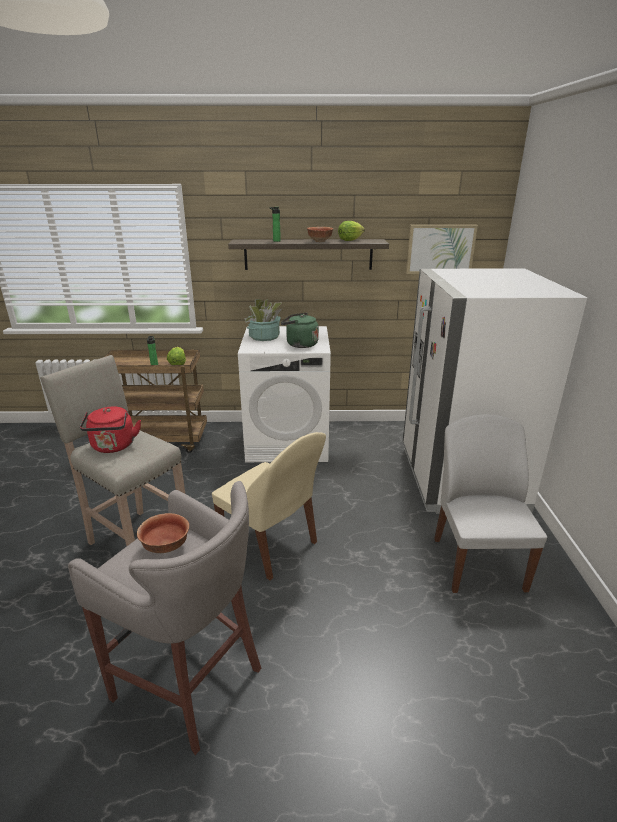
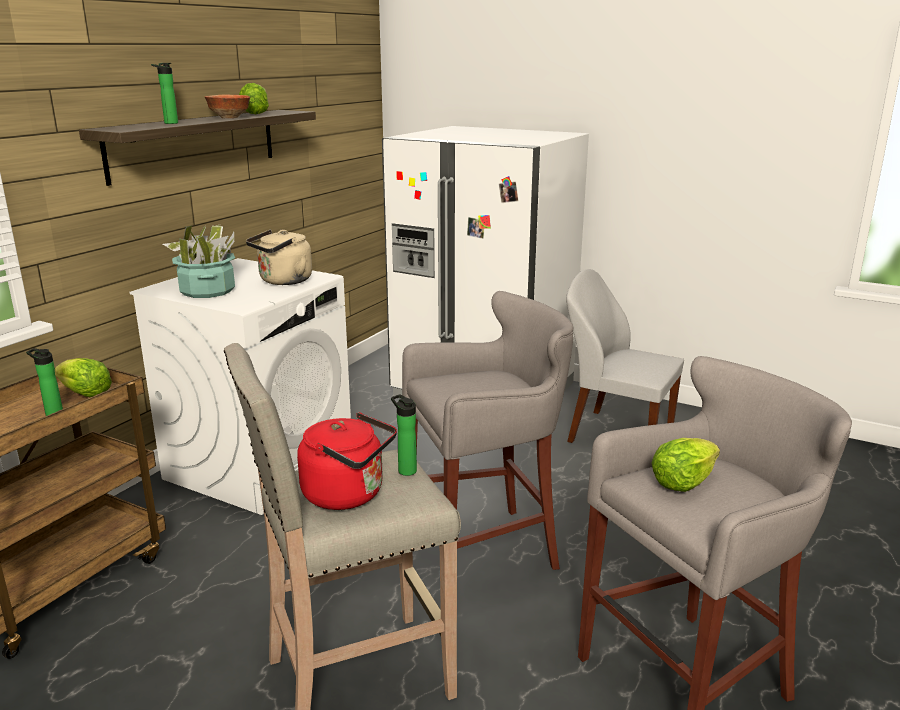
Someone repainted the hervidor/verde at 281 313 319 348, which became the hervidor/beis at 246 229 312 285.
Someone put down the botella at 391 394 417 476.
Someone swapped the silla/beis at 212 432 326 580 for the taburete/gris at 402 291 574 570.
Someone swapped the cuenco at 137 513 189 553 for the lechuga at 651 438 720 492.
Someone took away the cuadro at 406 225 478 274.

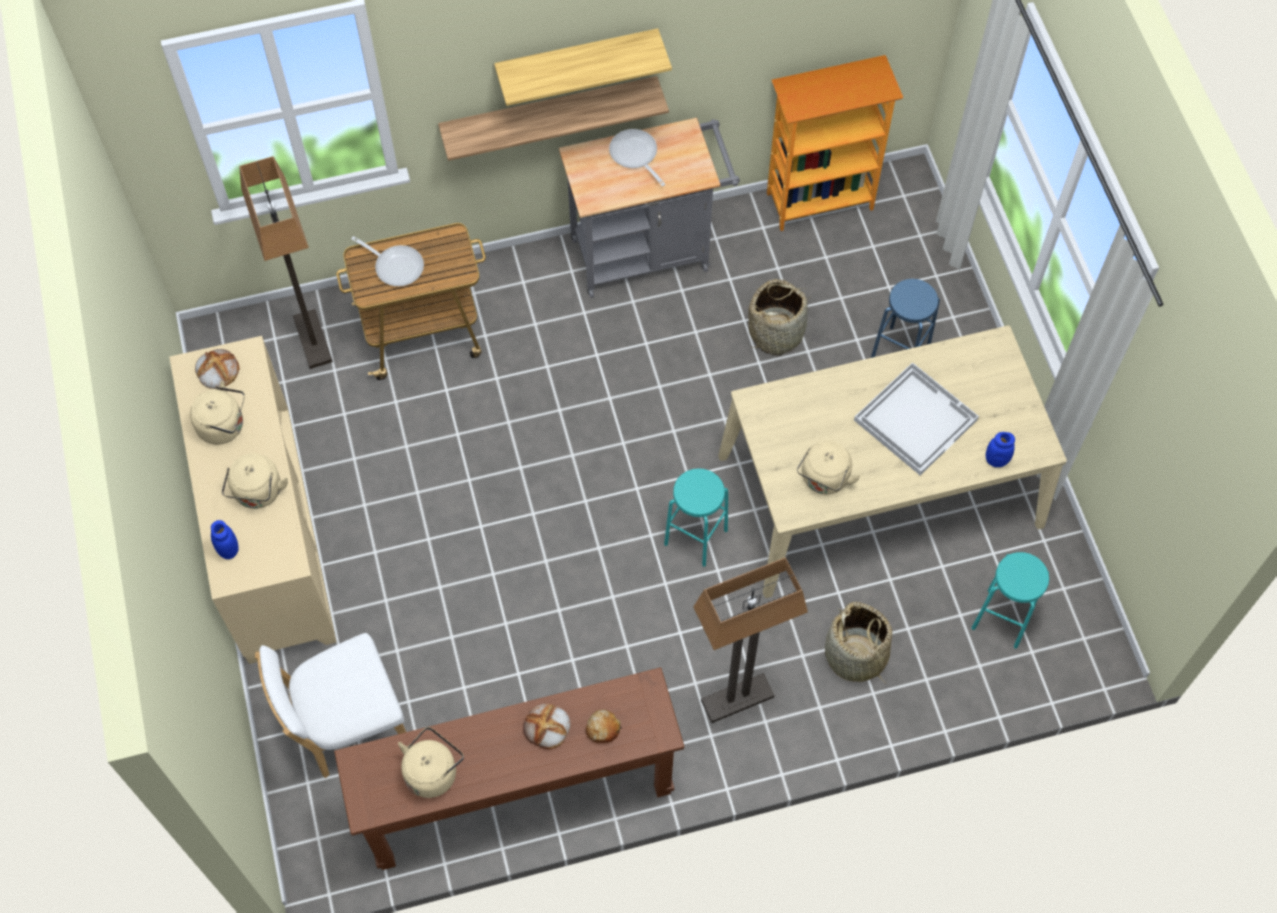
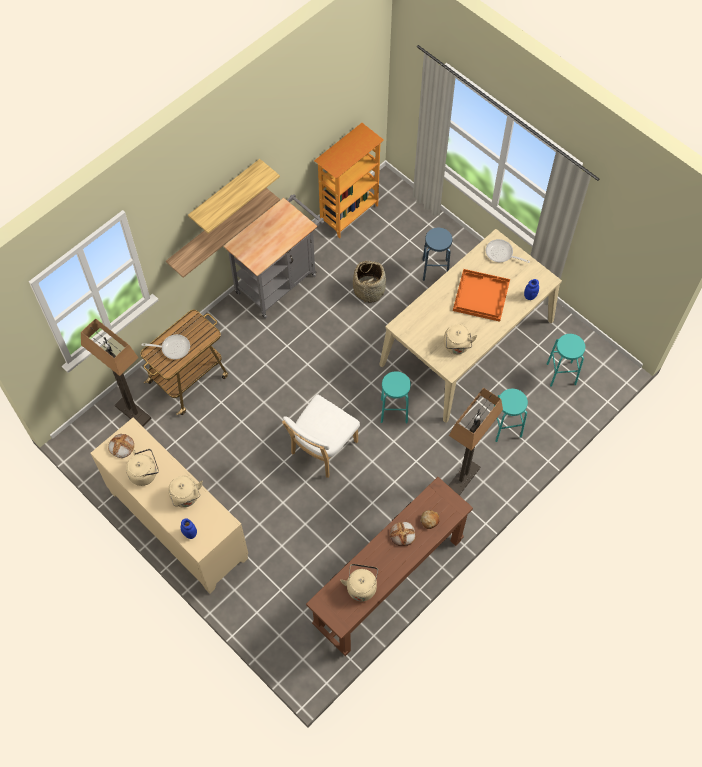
Someone carried the silla/blanco from 255 633 406 778 to 282 395 360 478.
Someone repainted the bandeja/blanco at 854 362 979 475, which became the bandeja/naranja at 453 269 510 322.
Someone carried the sartén from 609 129 665 186 to 486 239 530 263.
Someone swapped the cesta at 825 602 892 684 for the taburete/turquesa at 493 389 528 442.

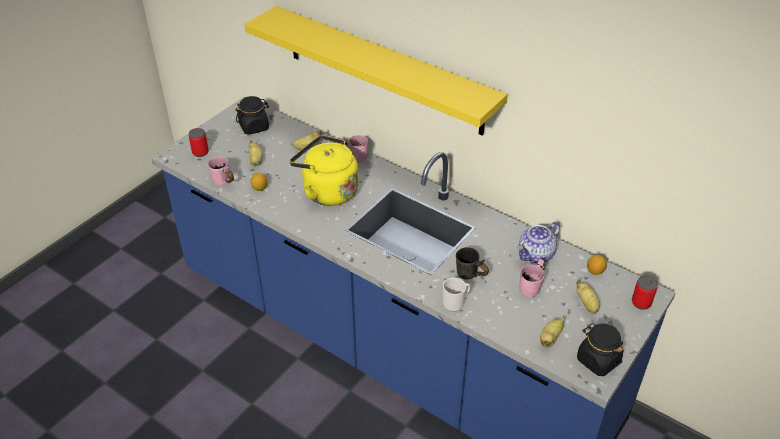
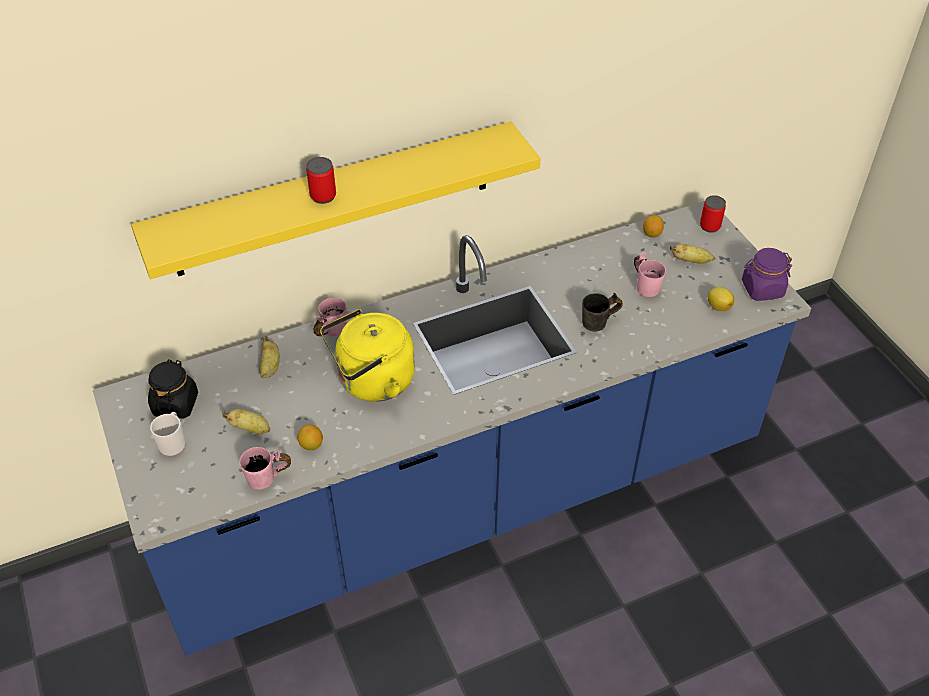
Someone carried the taza grande from 443 278 470 312 to 150 412 185 456.
Someone carried the lata from 189 128 209 157 to 306 157 336 204.
Someone swapped the plátano at 540 318 565 348 for the limón at 708 287 734 311.
Someone repainted the tarro/negro at 577 323 624 376, which became the tarro/morado at 742 248 792 301.
Someone took away the tetera at 517 222 560 263.

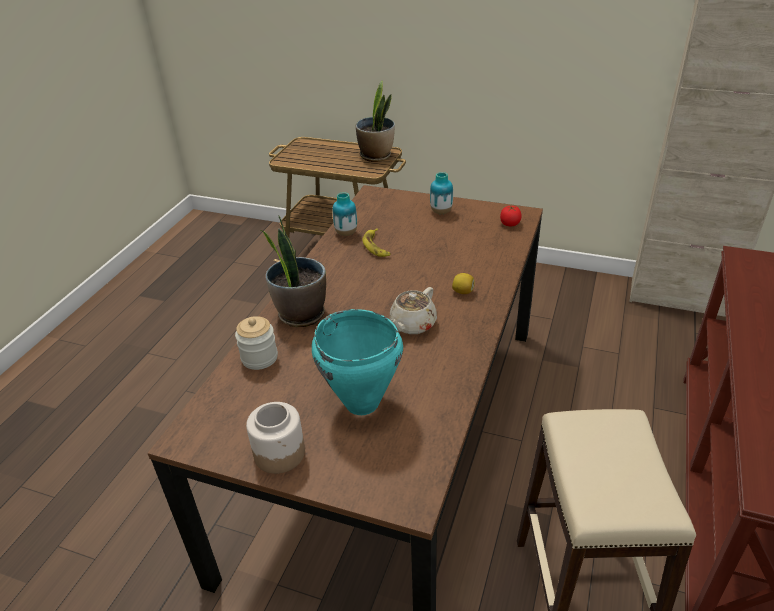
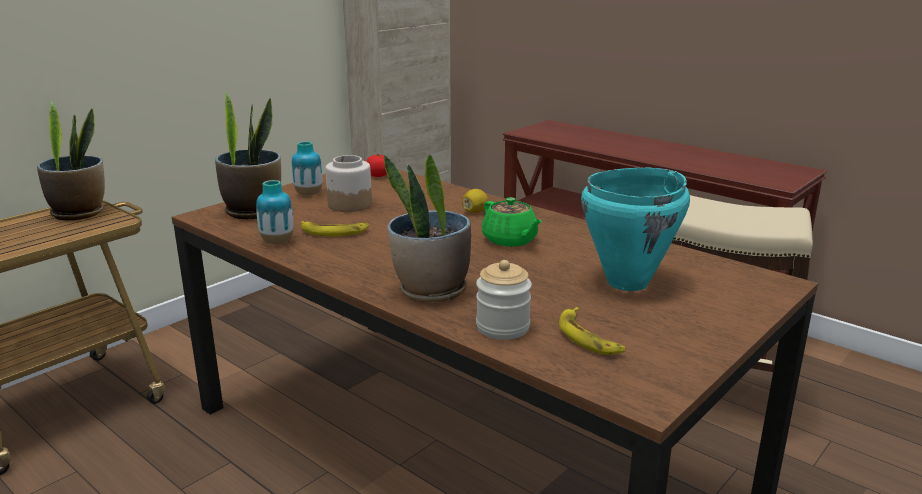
Someone put down the planta en maceta at 215 90 281 219.
Someone carried the tarro from 246 402 305 474 to 325 155 372 212.
Someone repainted the tetera/beis at 390 287 437 334, which became the tetera/verde at 482 197 542 247.
Someone put down the plátano at 559 307 625 355.

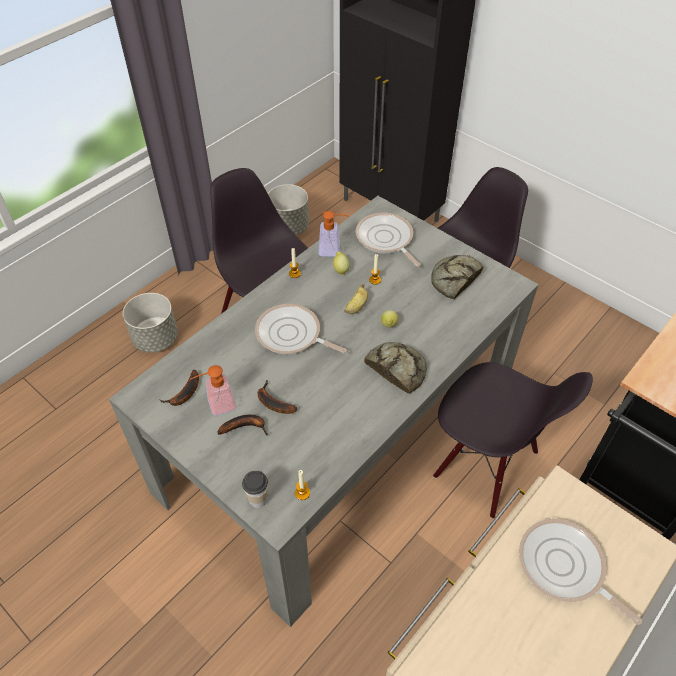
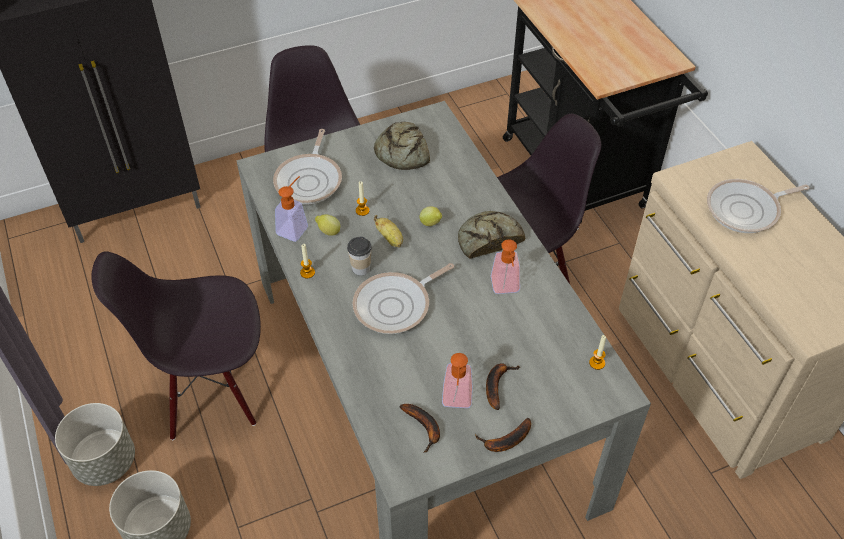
Someone carried the maceta/gris from 268 184 309 235 to 55 403 135 486.
Someone rotated the sartén at 356 213 421 267 by 75 degrees counterclockwise.
Someone carried the taza from 242 470 268 508 to 347 236 372 276.
Someone carried the plátano from 258 380 297 414 to 475 418 531 452.
Someone put down the dispensador de jabón at 491 239 520 294.

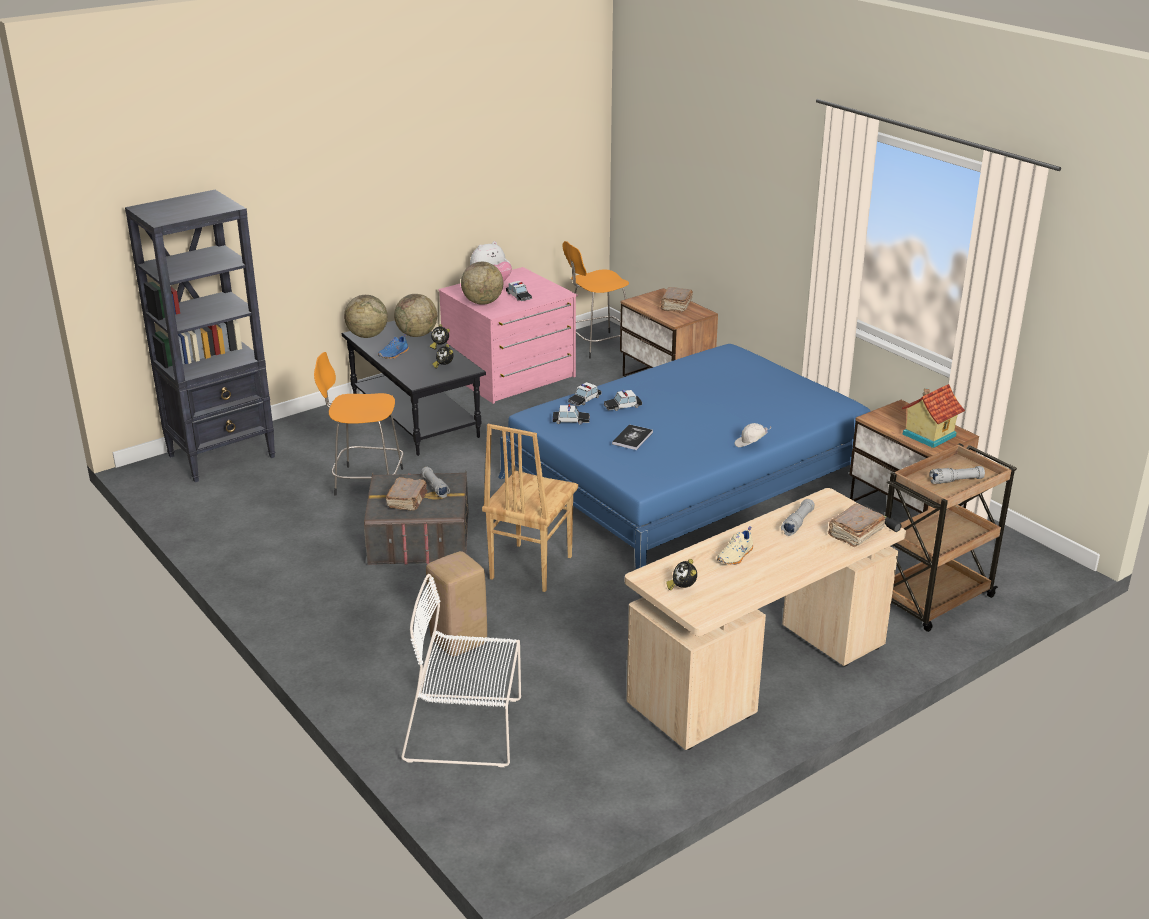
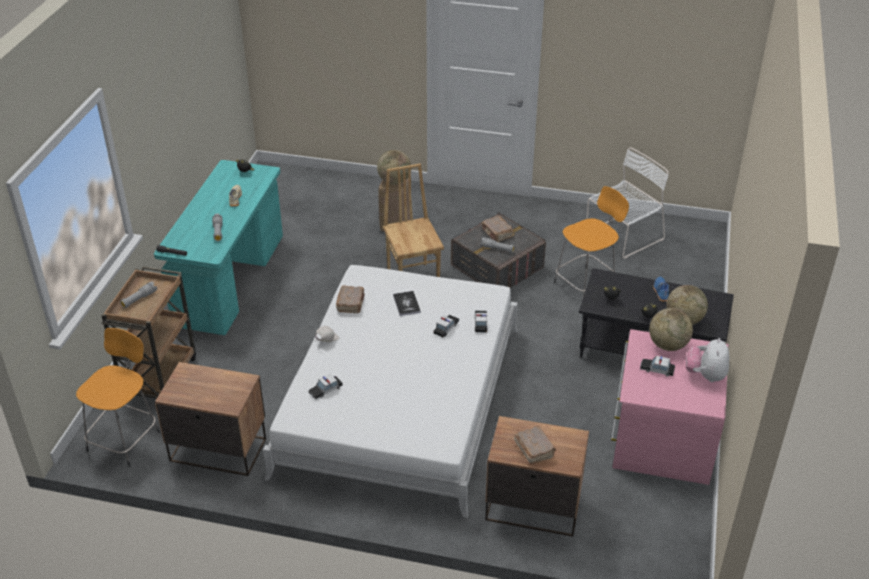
Someone carried the taburete/naranja from 562 241 629 359 to 76 328 160 467.
Someone repainted the escritorio/beis at 625 488 906 750, which became the escritorio/turquesa at 154 160 283 335.
Someone repainted the cama/azul at 498 344 870 569, which became the cama/blanco at 263 265 518 518.
Someone carried the coche de juguete from 553 404 590 425 to 309 374 343 400.
Someone carried the libro/marrón from 828 504 885 547 to 336 286 365 313.
Someone carried the globo terráqueo from 344 295 388 338 to 377 150 411 185.
Someone carried the silla/blanco from 401 574 521 767 to 586 147 669 259.
Someone took away the estantería/negro at 125 190 275 482.
Someone took away the casita at 902 384 965 448.

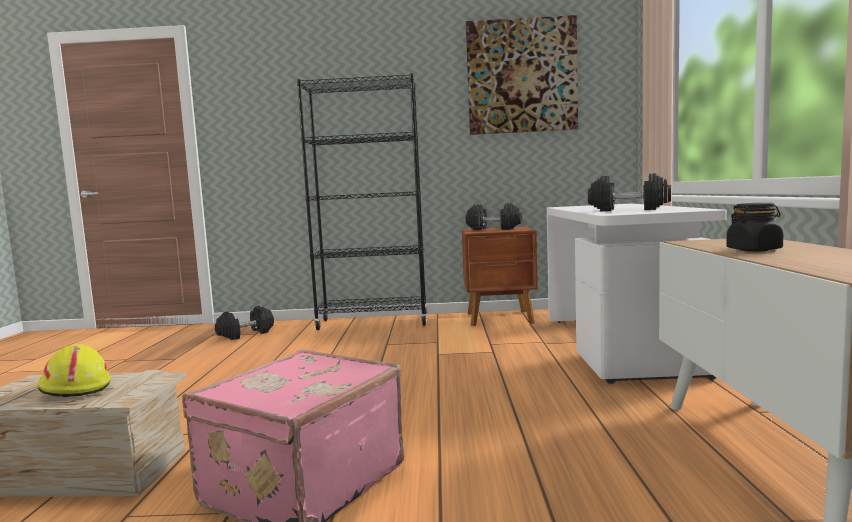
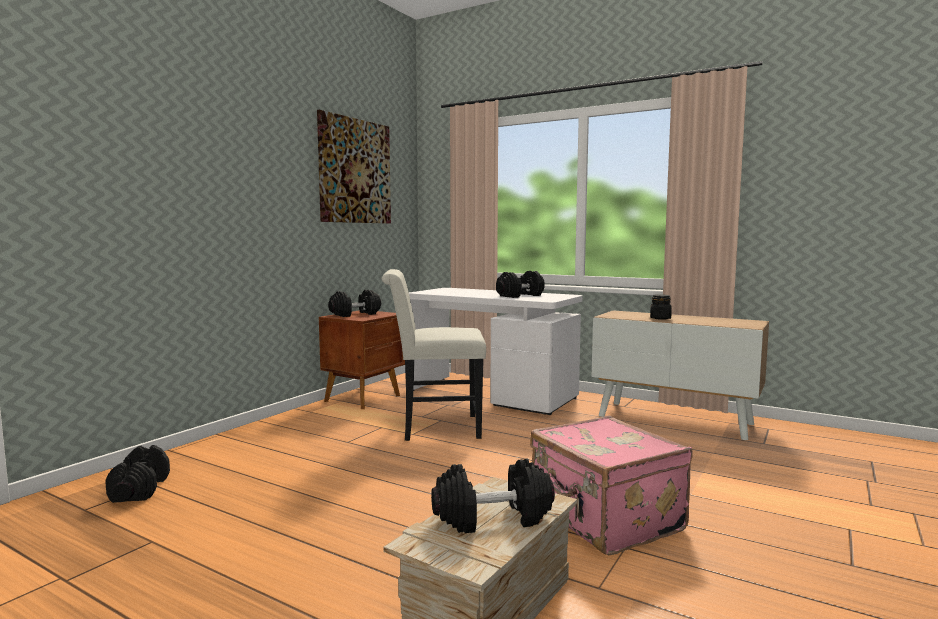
Someone put down the silla/blanco at 382 269 486 441.
Someone swapped the casco/amarillo at 37 344 111 397 for the mancuerna/negro at 431 459 555 533.
Someone took away the estantería/negro at 297 73 427 330.

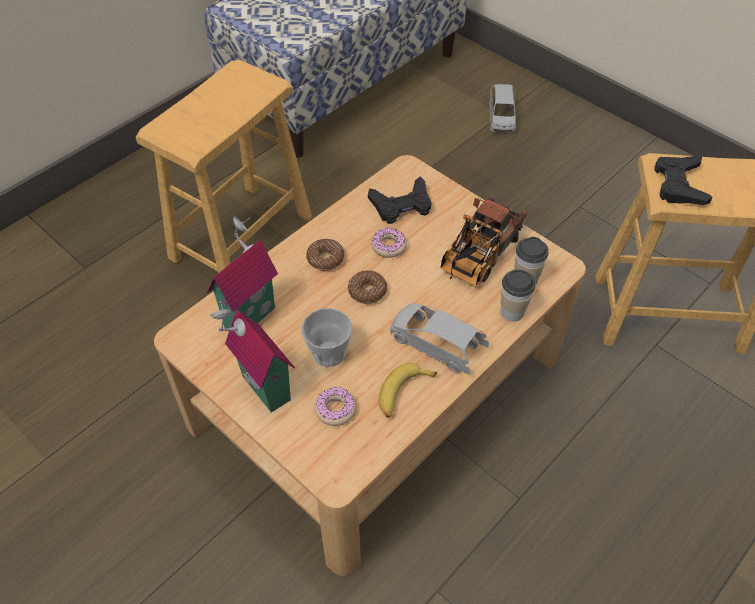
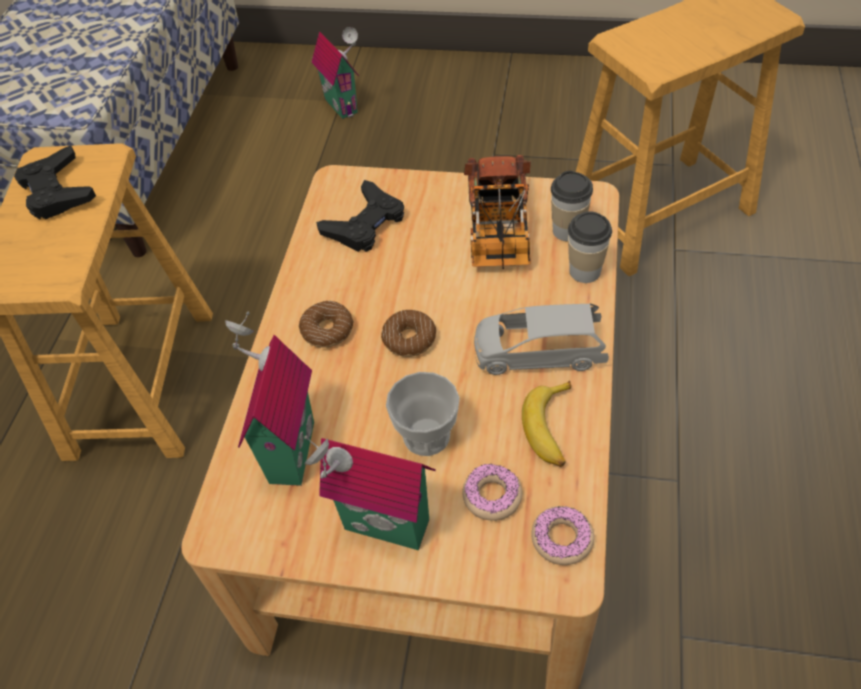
Someone carried the mando de consola/negro from 654 156 713 205 to 14 146 96 219.
Someone swapped the coche de juguete/gris at 489 84 516 133 for the casita at 311 27 359 119.
Someone carried the rosquilla from 371 227 407 258 to 531 506 594 565.

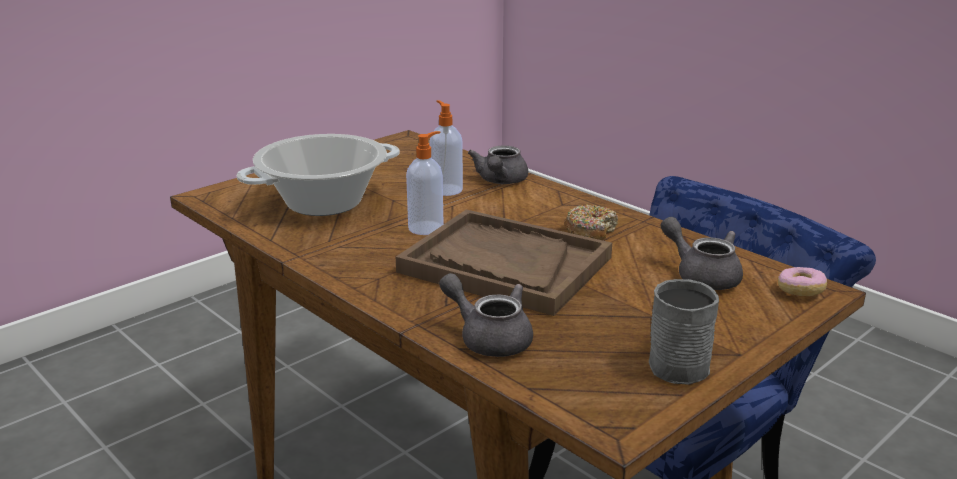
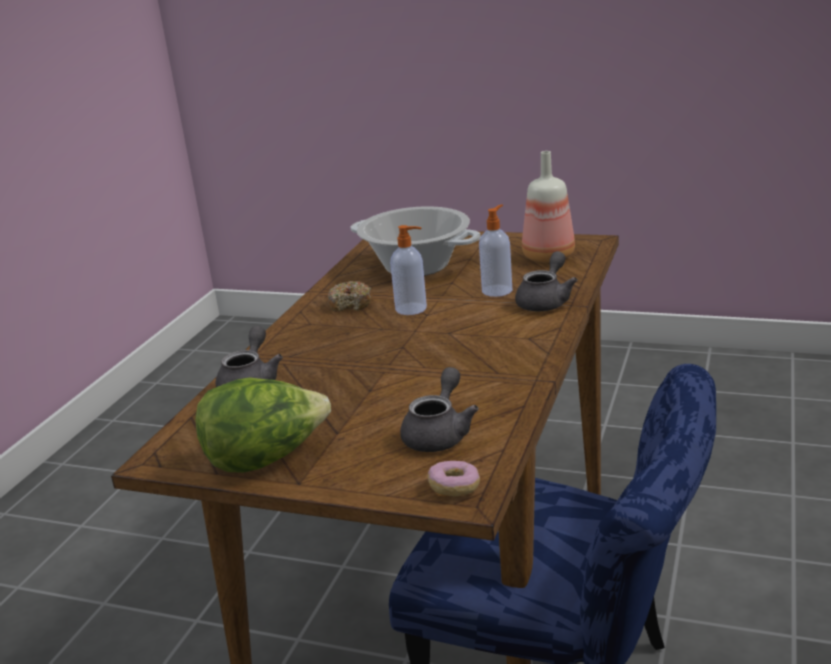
Someone swapped the taza grande/gris at 649 279 719 385 for the lechuga at 195 378 331 473.
Someone carried the rosquilla from 564 205 618 240 to 328 281 372 312.
Someone rotated the tetera/gris at 468 146 528 184 by 135 degrees clockwise.
Someone put down the botella at 522 151 575 263.
Someone took away the bandeja/marrón at 396 209 612 316.

